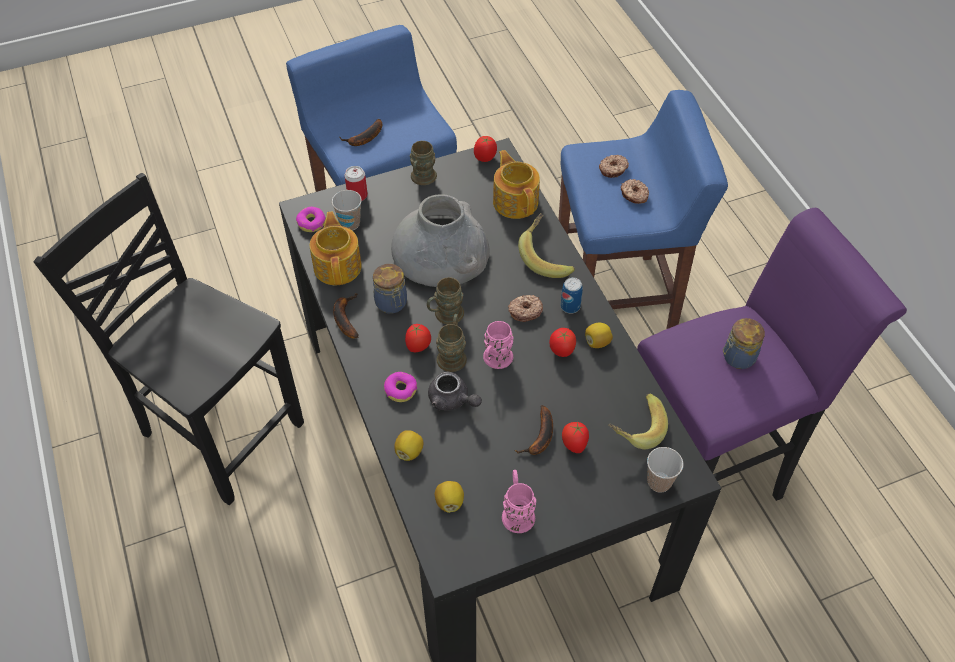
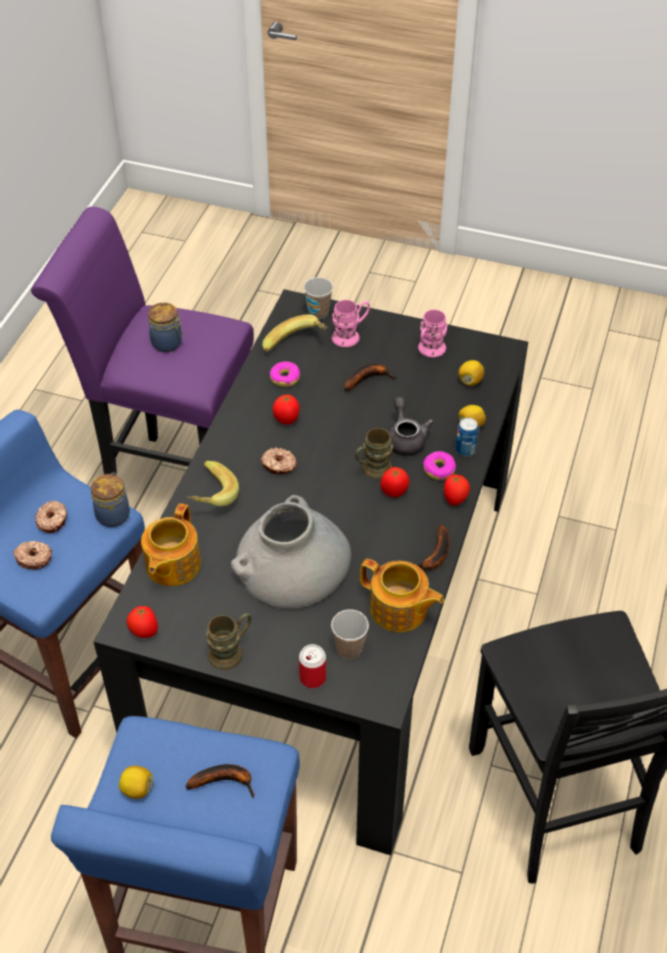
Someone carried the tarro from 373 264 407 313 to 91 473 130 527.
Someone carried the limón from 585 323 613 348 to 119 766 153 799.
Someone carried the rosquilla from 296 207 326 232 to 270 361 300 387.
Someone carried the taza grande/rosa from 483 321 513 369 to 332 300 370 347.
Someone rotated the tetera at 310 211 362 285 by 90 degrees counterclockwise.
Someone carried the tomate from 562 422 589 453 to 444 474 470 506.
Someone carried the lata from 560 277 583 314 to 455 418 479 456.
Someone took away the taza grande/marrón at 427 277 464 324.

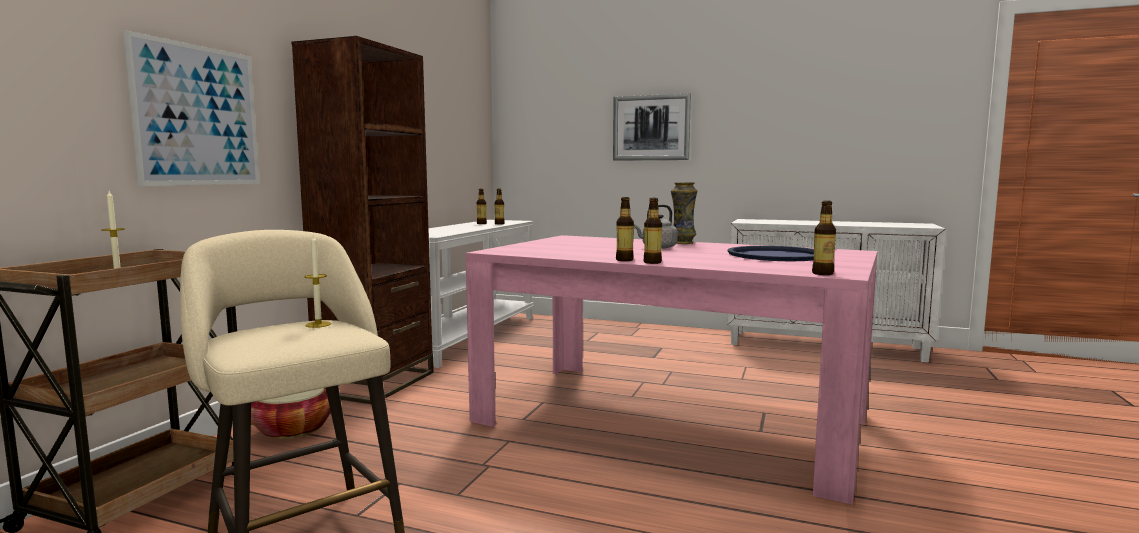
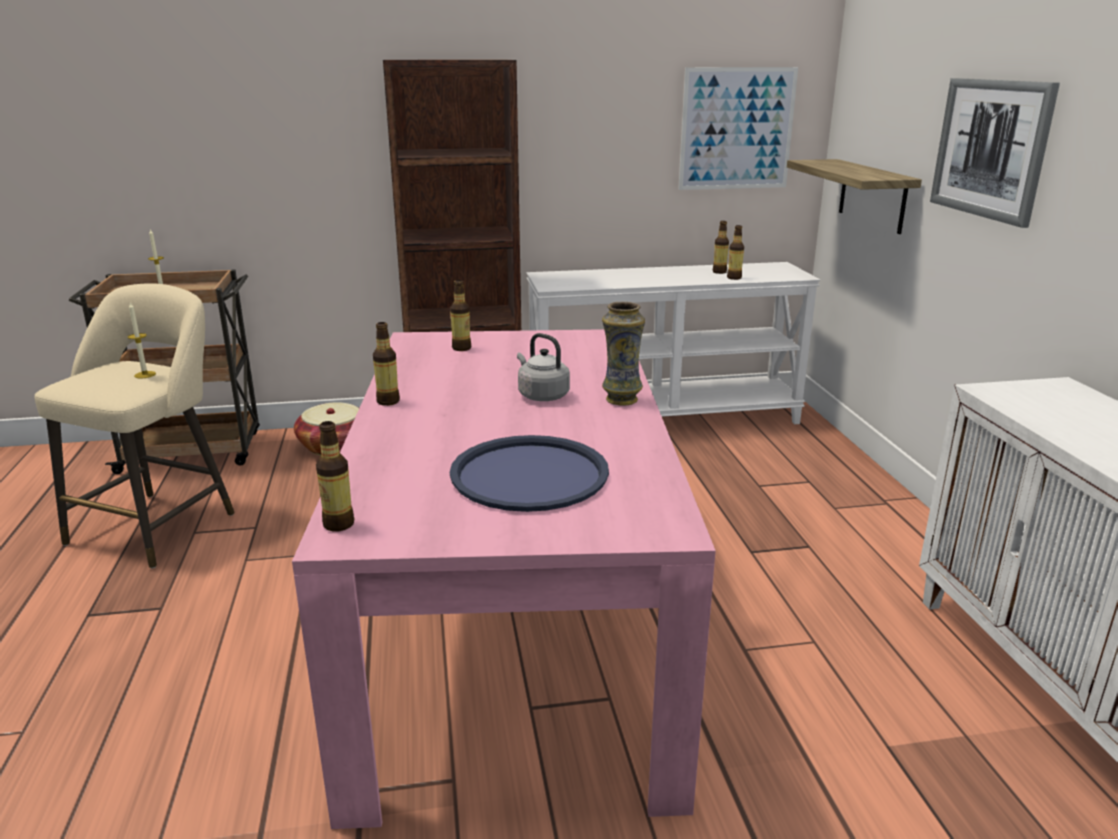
Someone carried the botella from 643 198 662 264 to 450 280 471 351.
Someone carried the cuadro from 123 30 260 186 to 678 67 798 190.
Someone put up the estante at 787 159 922 234.

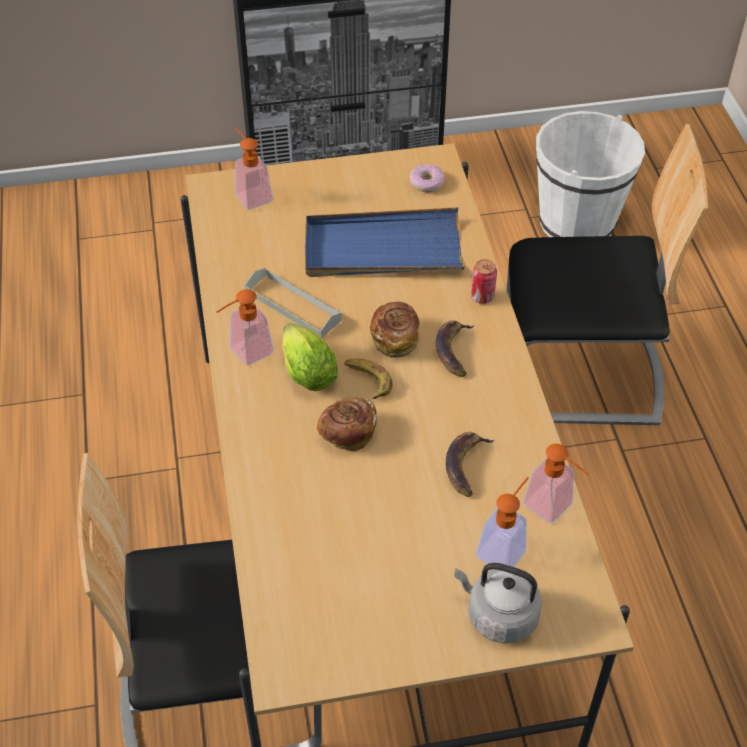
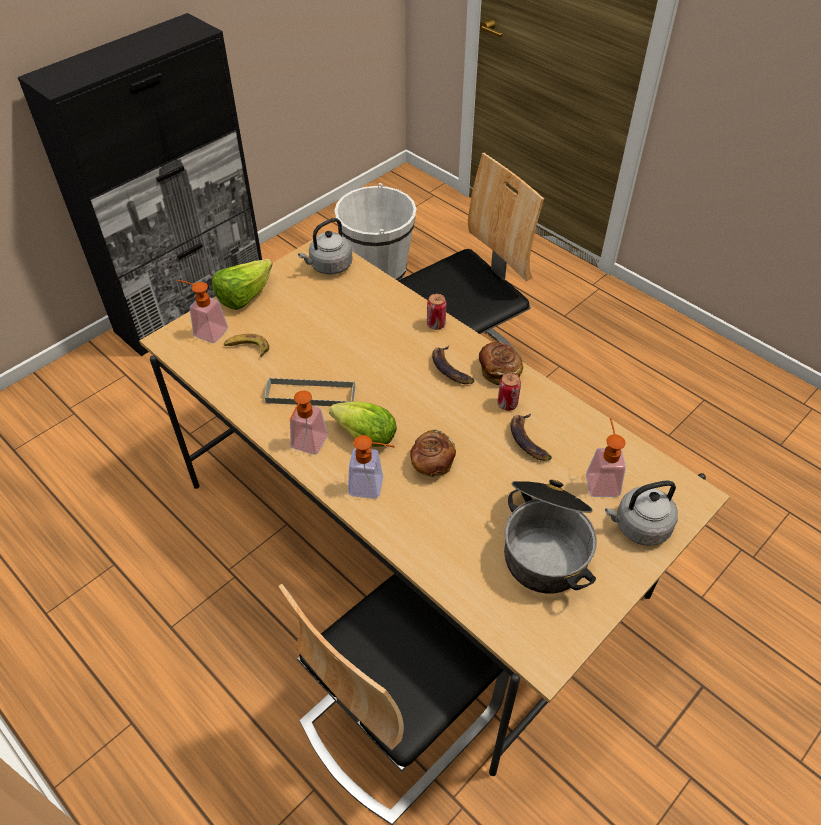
Someone put down the lechuga at 212 259 273 310.
Someone carried the plátano from 344 358 392 399 to 224 334 269 357.
Someone swapped the rosquilla at 410 164 445 192 for the hervidor/gris at 298 218 353 275.
Someone carried the dispensador de jabón from 523 444 589 523 to 348 435 395 499.
Someone carried the pan from 370 302 420 358 to 479 342 523 385.
Someone put down the lata at 497 373 521 411.
Someone put down the olla at 504 480 597 594.
Someone took away the bandeja/azul at 305 207 464 277.

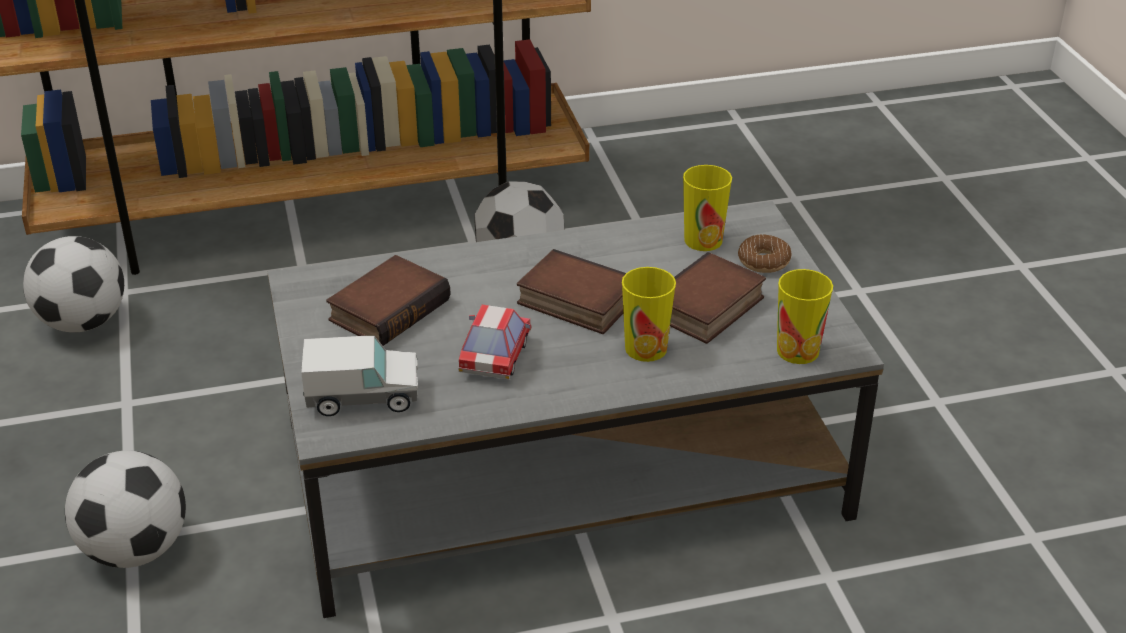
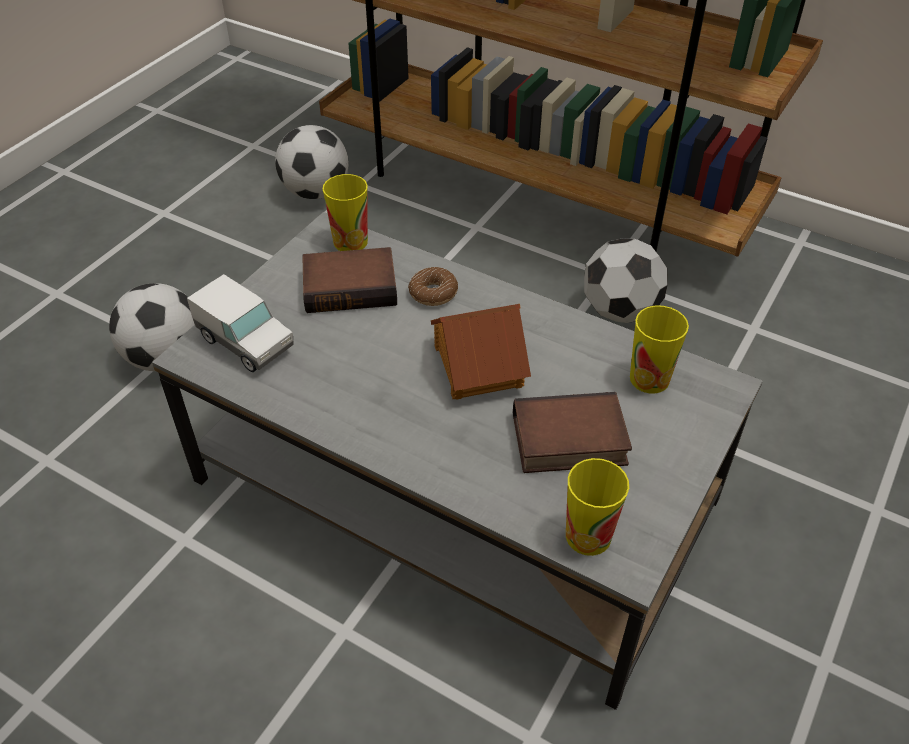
Someone carried the taza from 622 267 676 362 to 322 174 368 251.
Someone carried the rosquilla from 738 234 791 273 to 408 267 458 306.
Someone swapped the libro at 517 249 626 334 for the casita at 431 304 531 400.
Someone took away the coche de juguete at 459 305 531 380.

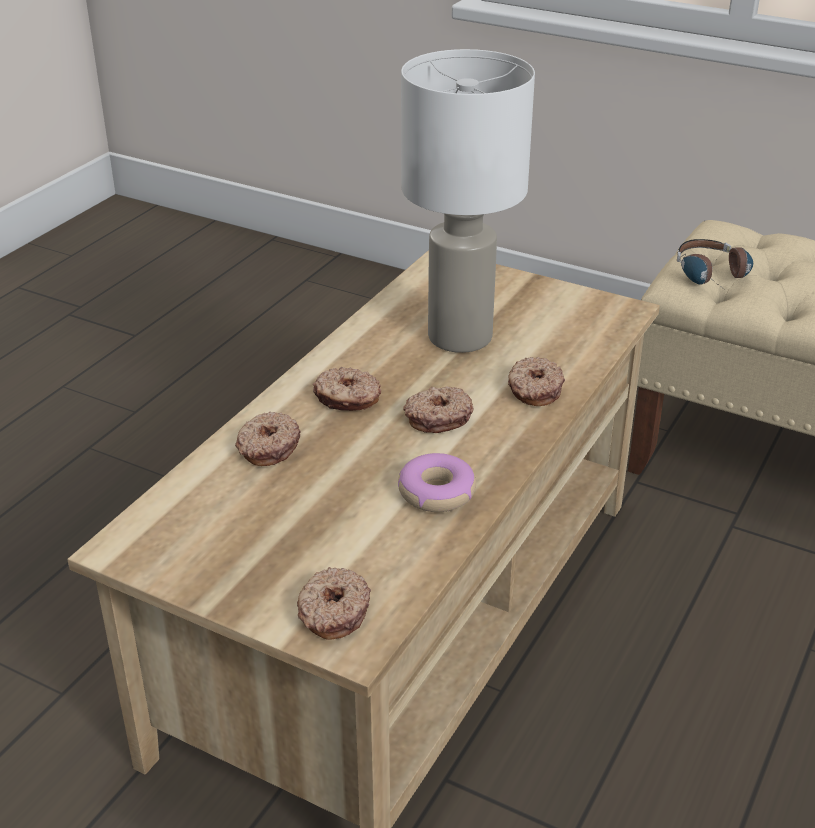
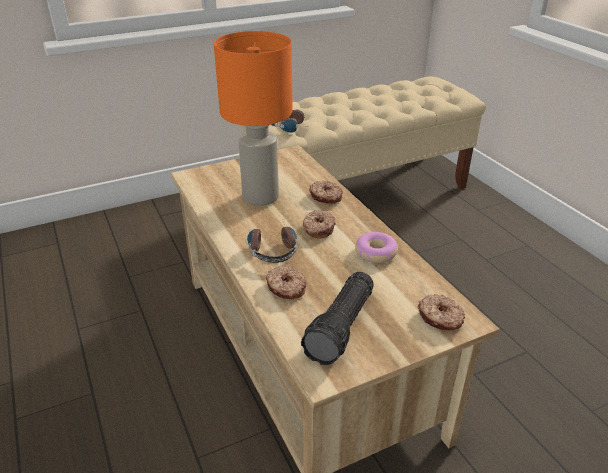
Someone repainted the lámpara de mesa/blanco at 401 49 535 353, which became the lámpara de mesa/naranja at 214 31 293 206.
Someone swapped the rosquilla at 313 367 381 411 for the auriculares at 247 224 297 263.
Someone put down the linterna at 301 272 374 365.

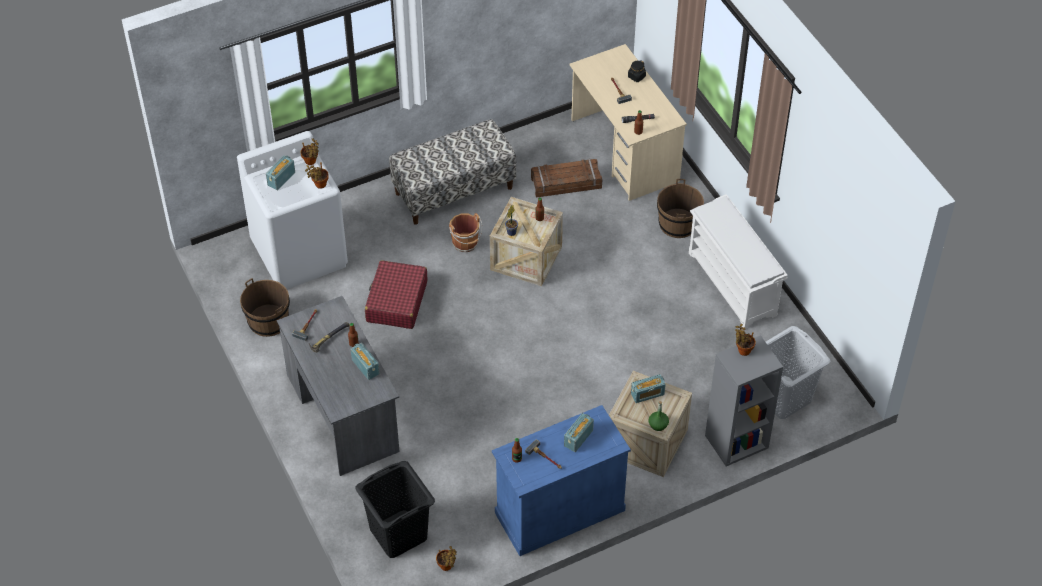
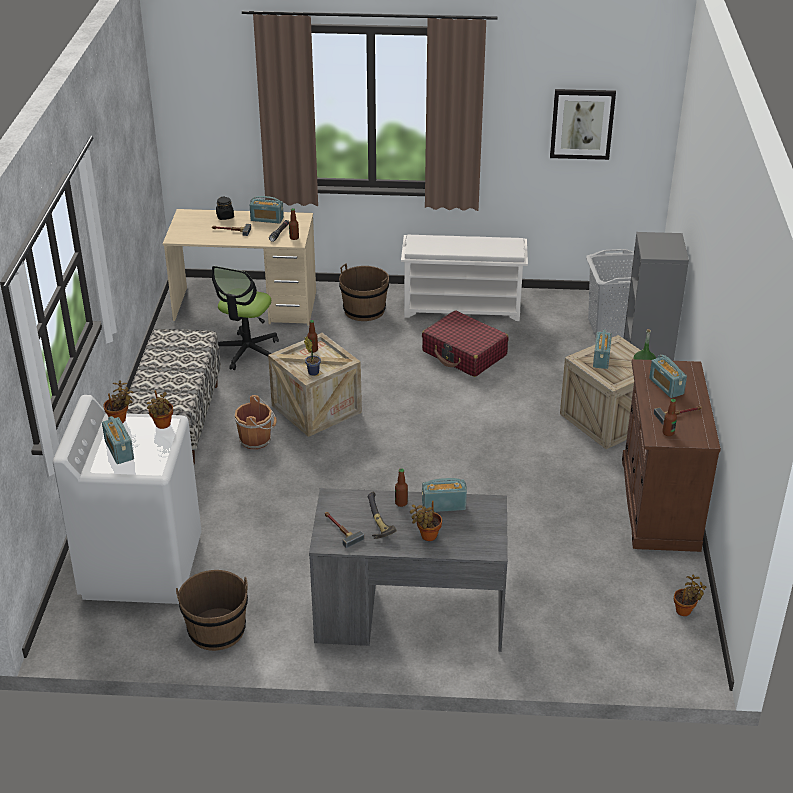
Someone swapped the caja de embalaje at 531 159 602 198 for the silla de oficina at 212 266 279 370.
Someone put down the radio at 250 196 284 224.
Someone carried the planta en maceta from 735 324 756 356 to 410 501 442 541.
Someone carried the maleta/rojo from 365 260 428 329 to 422 310 508 377.
Someone put up the cuadro at 550 89 616 160.
Someone repainted the armario/azul at 492 405 631 556, which became the armario/marrón at 622 359 721 552.
Someone took away the cesto de la ropa/negro at 355 461 435 558.

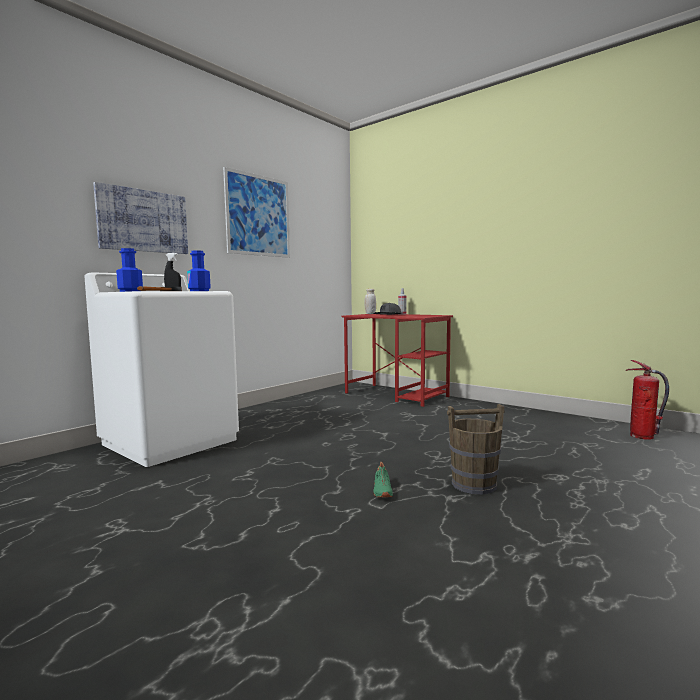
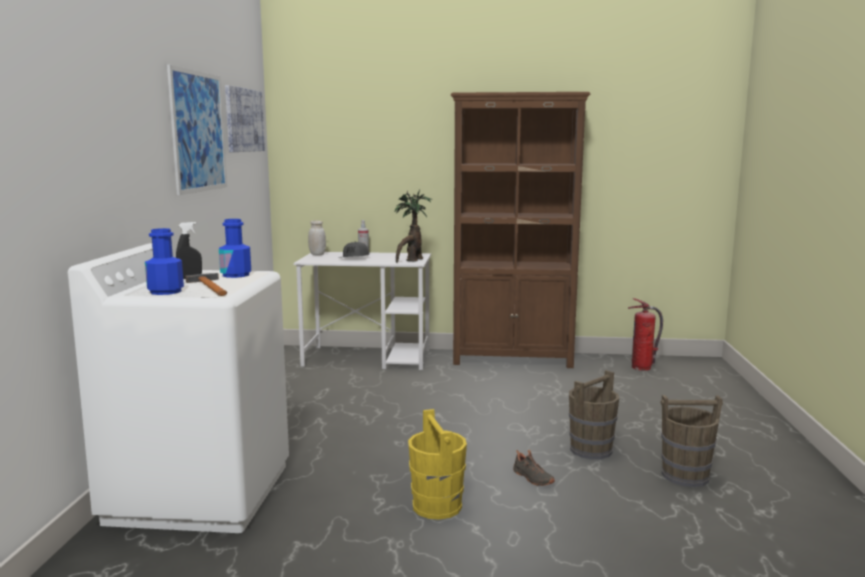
Someone carried the cuadro from 93 182 188 254 to 225 85 265 152.
Someone repainted the escritorio/rojo at 342 314 453 407, which became the escritorio/blanco at 294 252 431 370.
Someone put down the planta en maceta at 395 189 432 263.
Someone put down the cubo/amarillo at 408 409 467 520.
Someone put down the estantería/marrón at 451 92 590 368.
Someone repainted the zapato/verde at 373 462 393 497, which became the zapato/negro at 513 450 555 486.
Someone put down the cubo/marrón at 661 395 723 487.

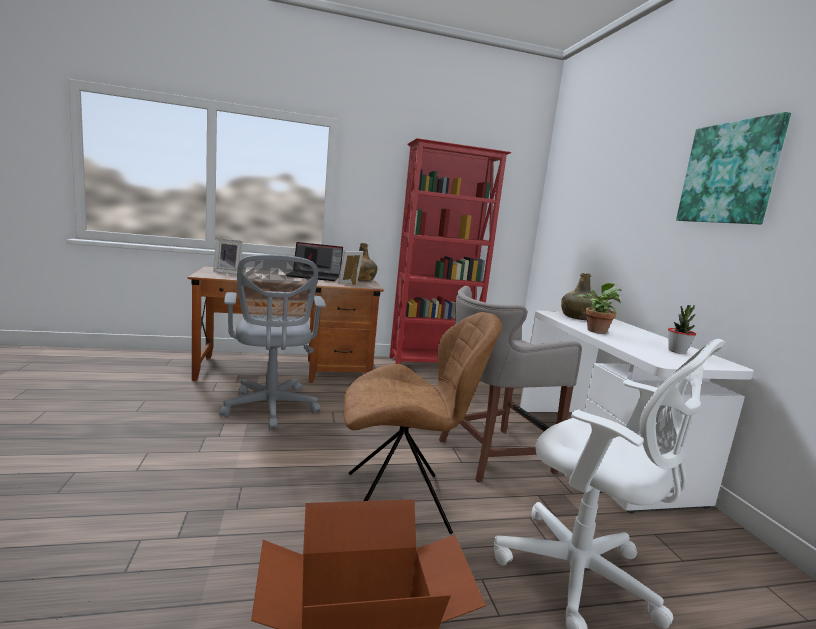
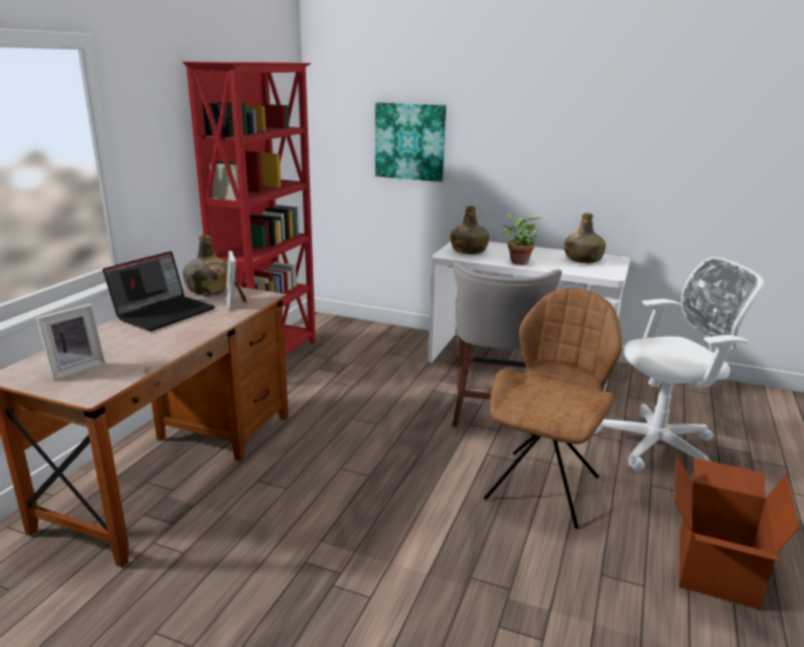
Someone carried the cuadro from 676 112 791 225 to 375 102 446 182.
Someone swapped the planta en maceta at 668 305 696 354 for the botella/verde at 564 213 606 263.
Someone took away the silla de oficina/gris at 219 254 326 430.

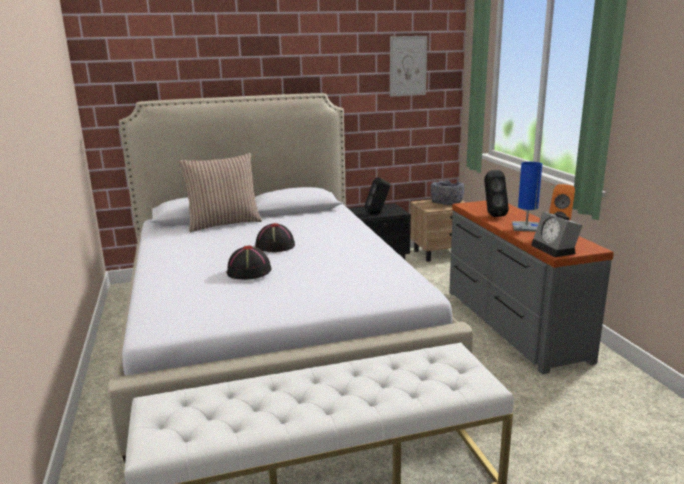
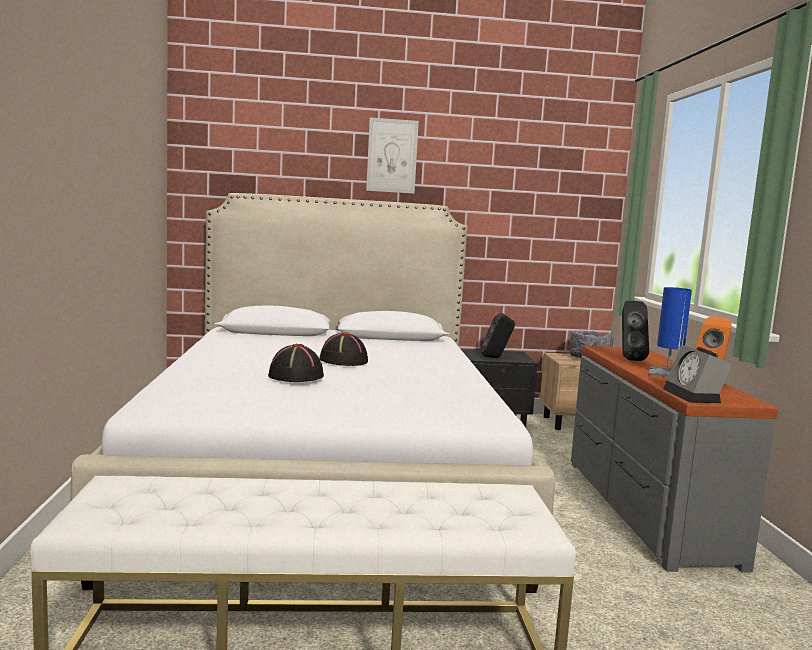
Someone carried the cuadro from 390 36 427 97 to 366 117 419 194.
Someone took away the cojín at 179 153 262 232.

